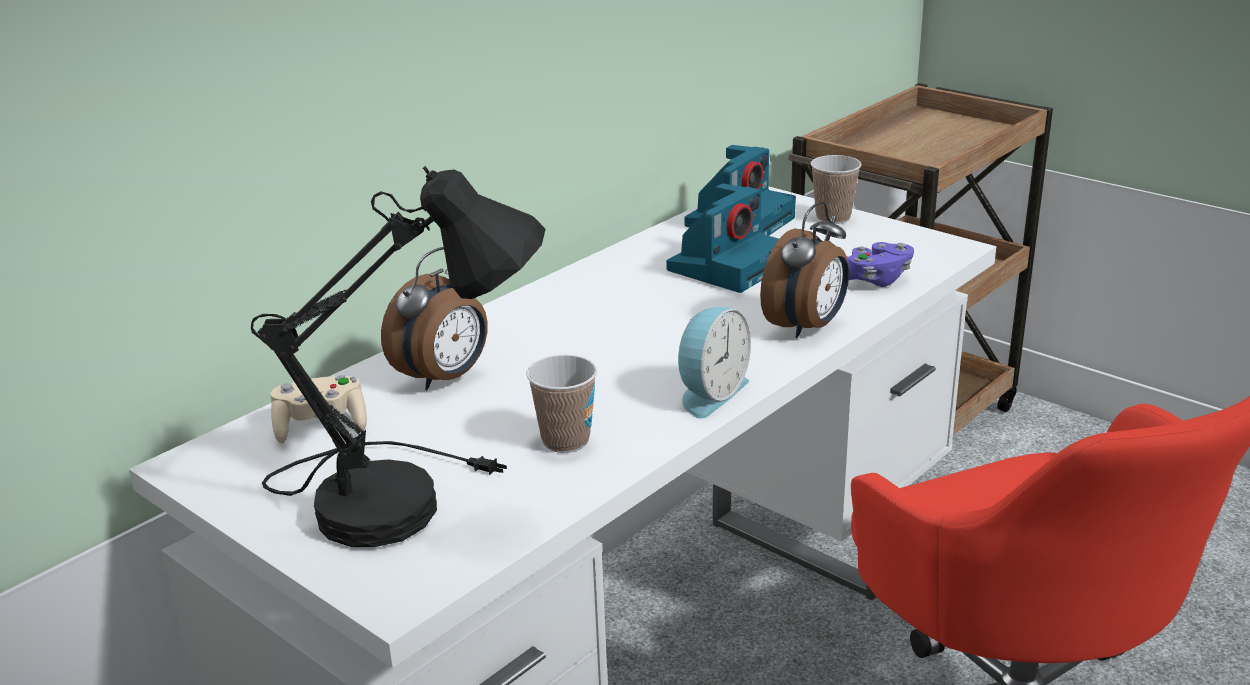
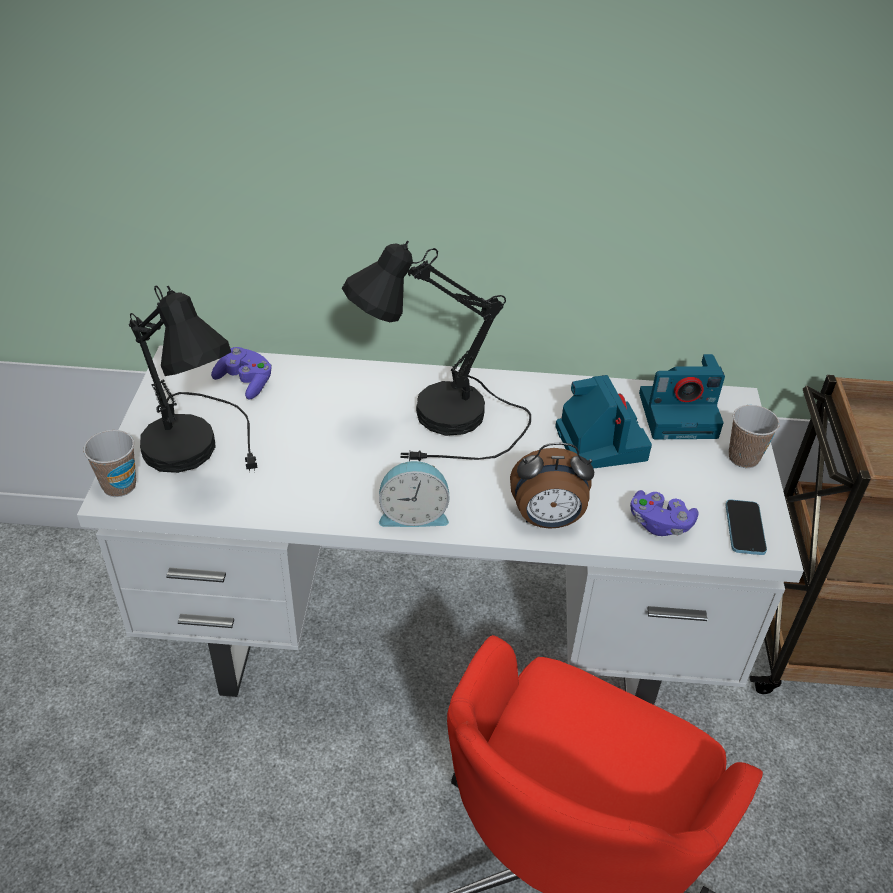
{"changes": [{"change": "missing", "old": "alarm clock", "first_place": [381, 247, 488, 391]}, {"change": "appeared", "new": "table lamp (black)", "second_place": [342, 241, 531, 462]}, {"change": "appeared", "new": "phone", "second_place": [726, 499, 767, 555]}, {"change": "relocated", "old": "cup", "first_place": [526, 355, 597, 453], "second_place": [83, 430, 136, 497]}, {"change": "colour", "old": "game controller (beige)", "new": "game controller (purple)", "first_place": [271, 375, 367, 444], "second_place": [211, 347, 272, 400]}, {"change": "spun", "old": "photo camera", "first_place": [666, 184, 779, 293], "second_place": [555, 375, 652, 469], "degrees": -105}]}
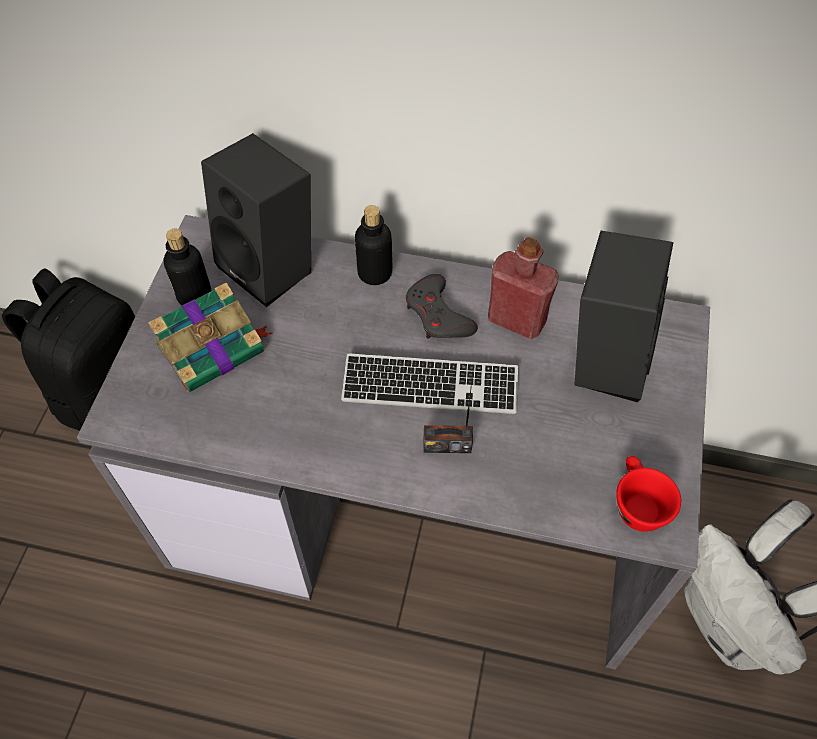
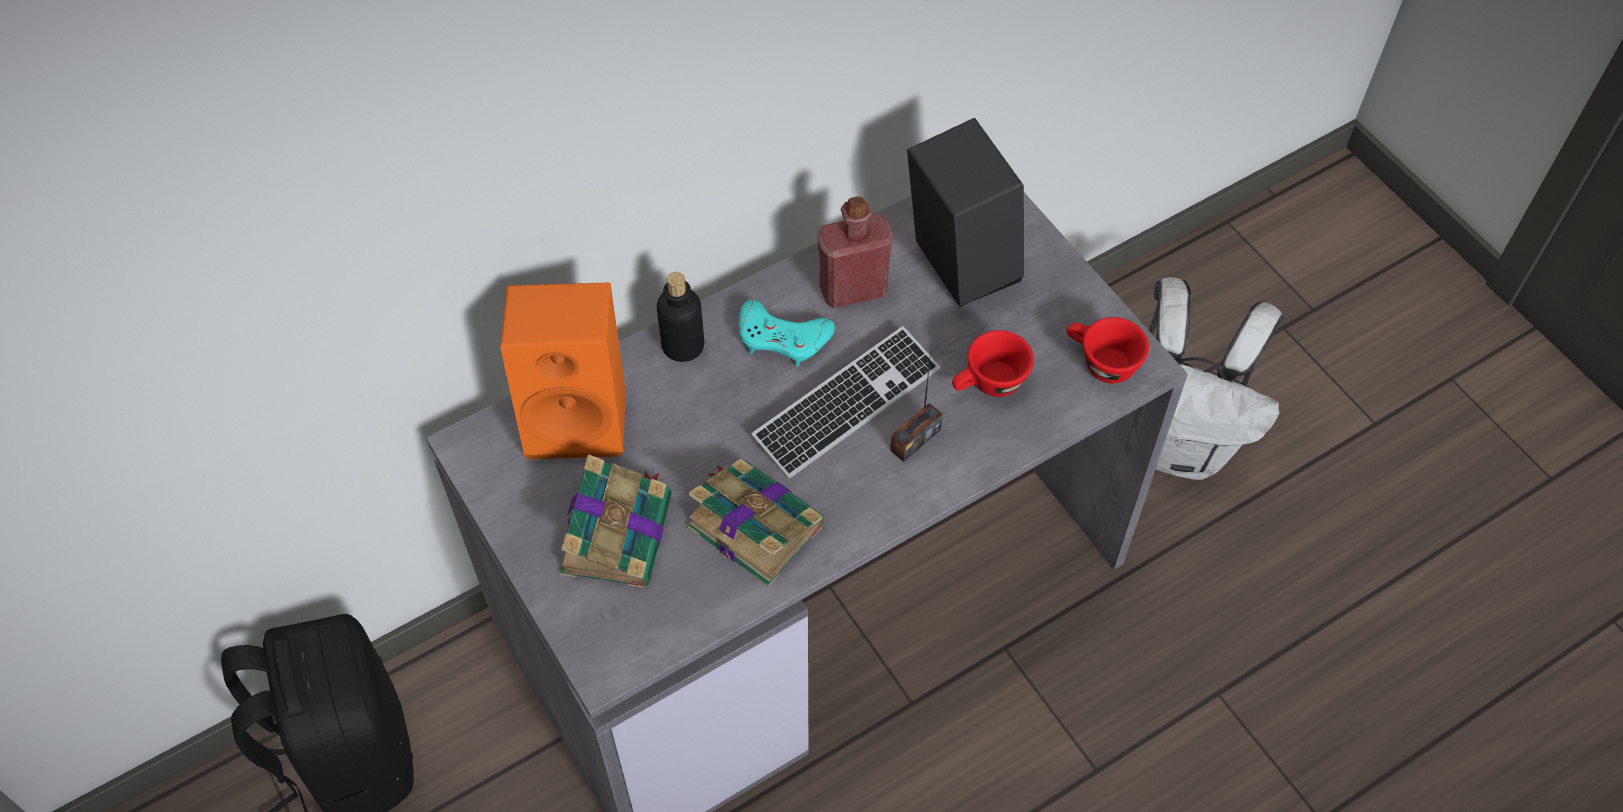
{"changes": [{"change": "missing", "old": "bottle", "first_place": [164, 229, 211, 305]}, {"change": "appeared", "new": "book", "second_place": [687, 459, 825, 587]}, {"change": "appeared", "new": "cup (red)", "second_place": [952, 330, 1034, 397]}, {"change": "colour", "old": "speaker (black)", "new": "speaker (orange)", "first_place": [201, 133, 311, 307], "second_place": [500, 282, 626, 459]}, {"change": "colour", "old": "game controller (grey)", "new": "game controller (turquoise)", "first_place": [406, 274, 478, 339], "second_place": [739, 300, 835, 366]}]}
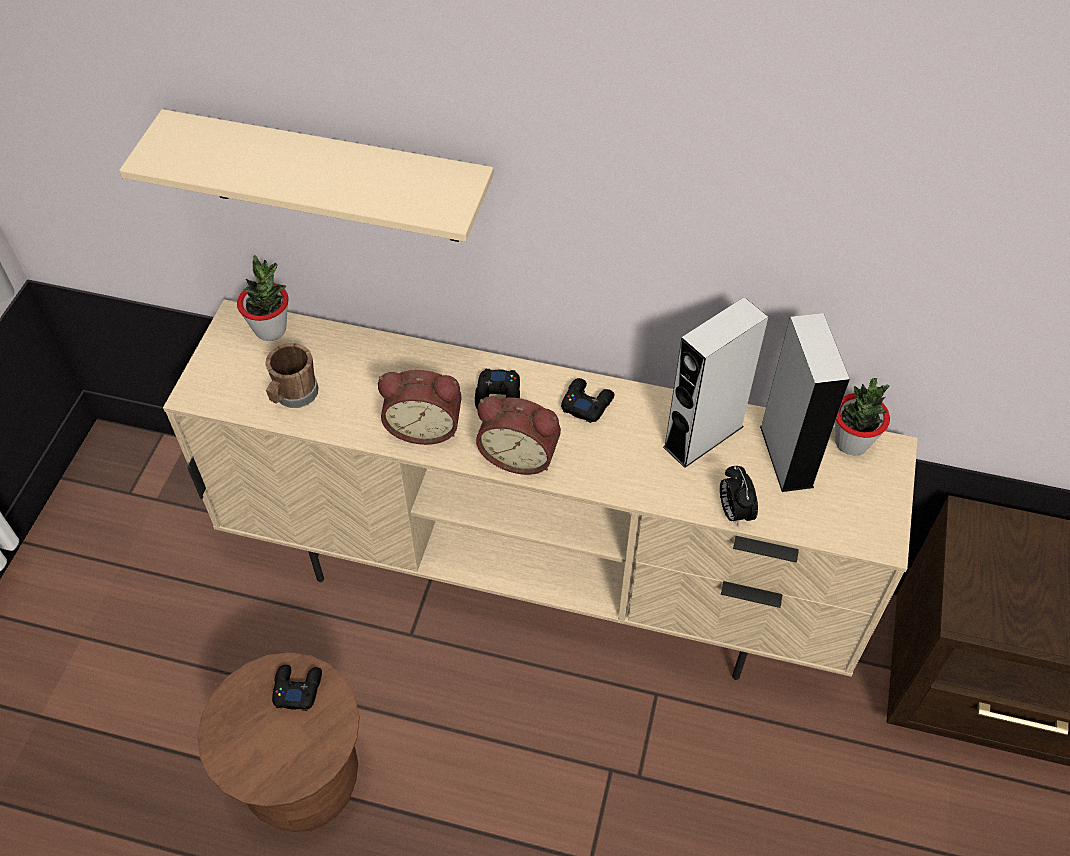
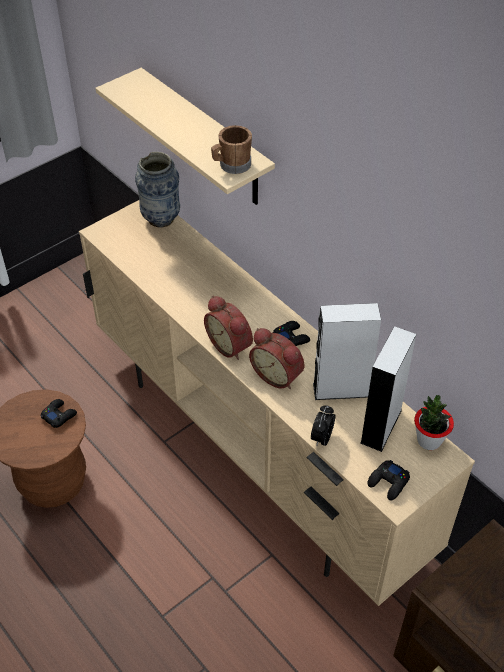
{"changes": [{"change": "relocated", "old": "mug (brown)", "first_place": [265, 343, 318, 408], "second_place": [211, 125, 252, 174]}, {"change": "relocated", "old": "alarm clock", "first_place": [378, 370, 461, 445], "second_place": [249, 328, 305, 389]}, {"change": "relocated", "old": "game controller (black)", "first_place": [475, 369, 520, 410], "second_place": [368, 460, 410, 501]}, {"change": "exchanged", "old": "potted plant", "new": "vase", "first_place": [237, 255, 289, 341], "second_place": [135, 152, 180, 228]}]}
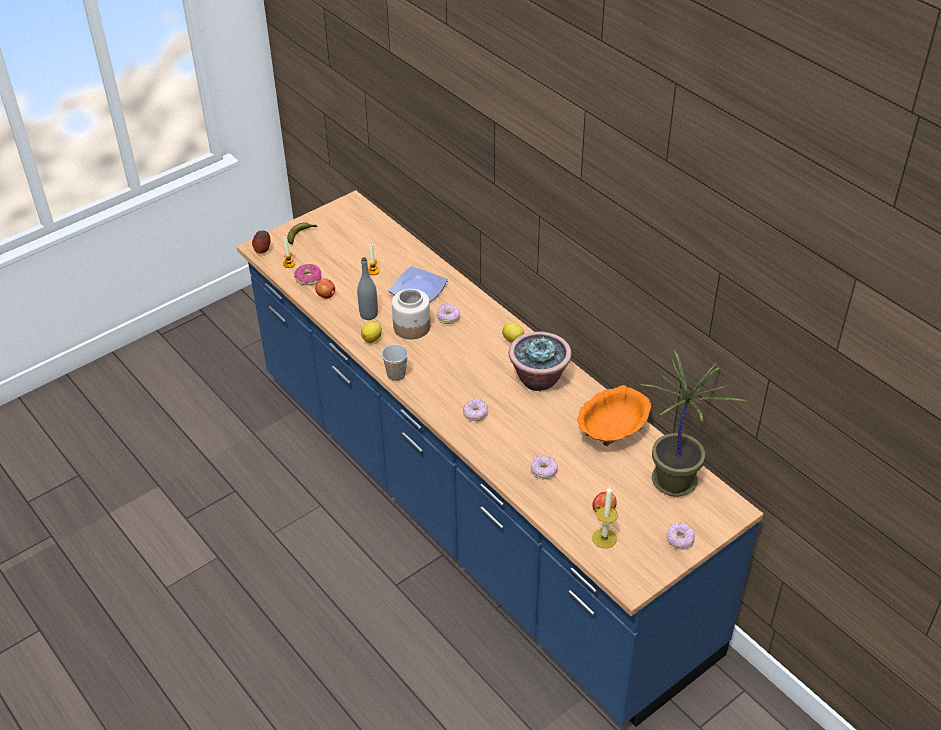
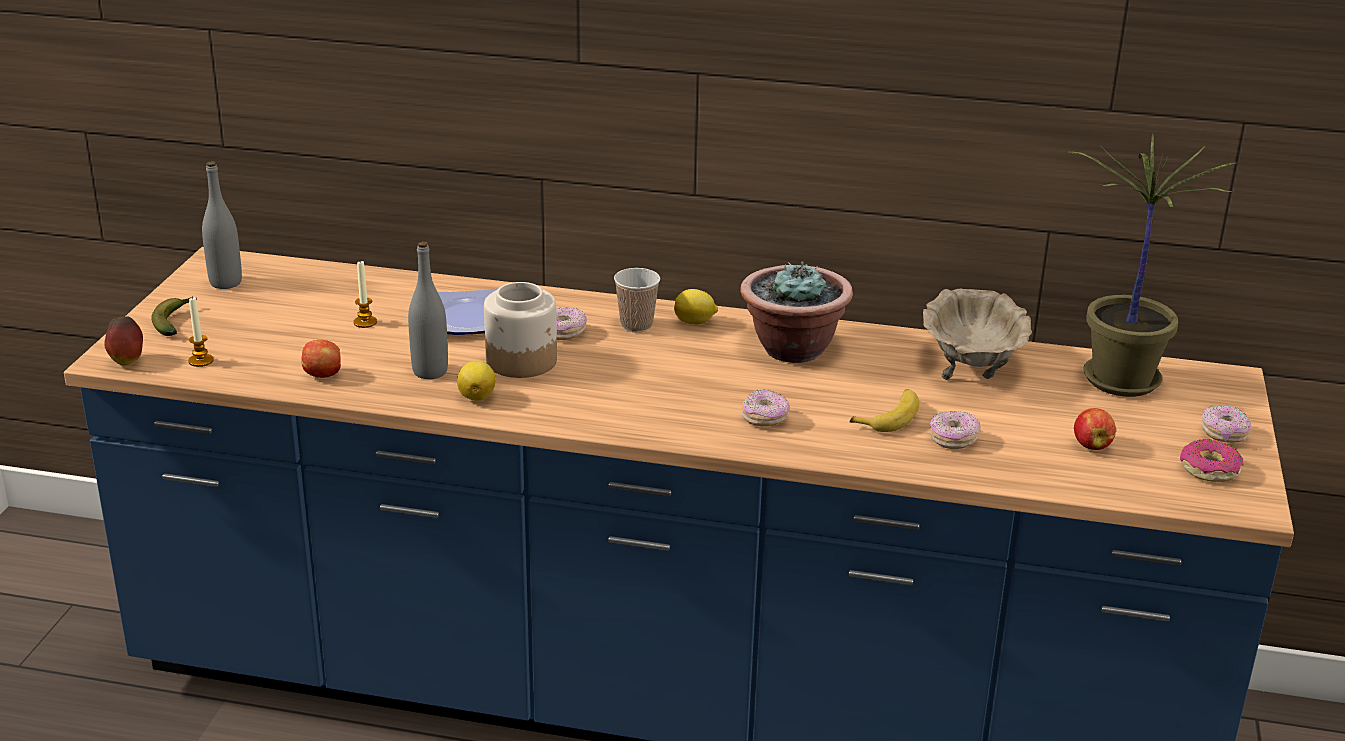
{"changes": [{"change": "missing", "old": "candle", "first_place": [592, 487, 618, 548]}, {"change": "appeared", "new": "bottle (grey)", "second_place": [202, 161, 242, 289]}, {"change": "appeared", "new": "banana", "second_place": [850, 389, 919, 432]}, {"change": "relocated", "old": "donut", "first_place": [294, 264, 321, 285], "second_place": [1180, 439, 1244, 482]}, {"change": "relocated", "old": "cup", "first_place": [382, 344, 408, 381], "second_place": [614, 268, 660, 333]}, {"change": "colour", "old": "bowl (orange)", "new": "bowl (beige)", "first_place": [577, 385, 651, 446], "second_place": [923, 289, 1032, 380]}]}
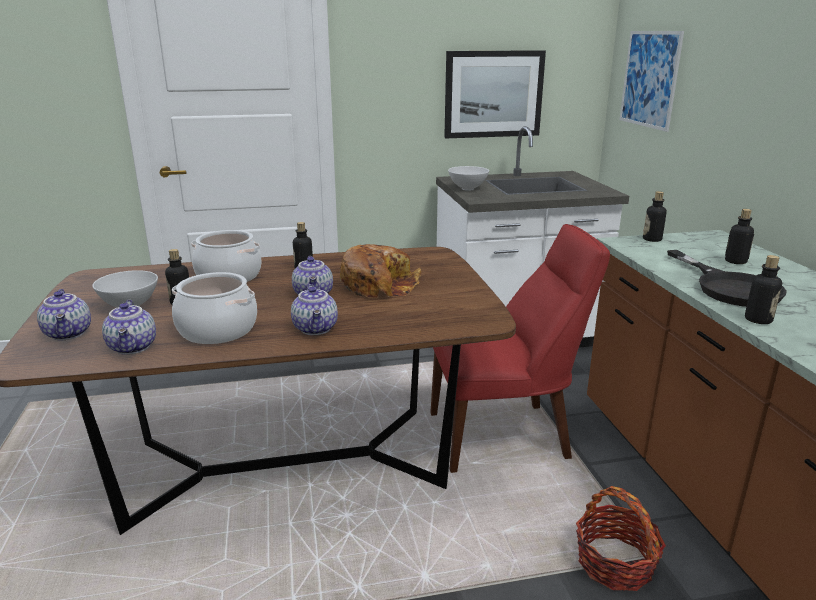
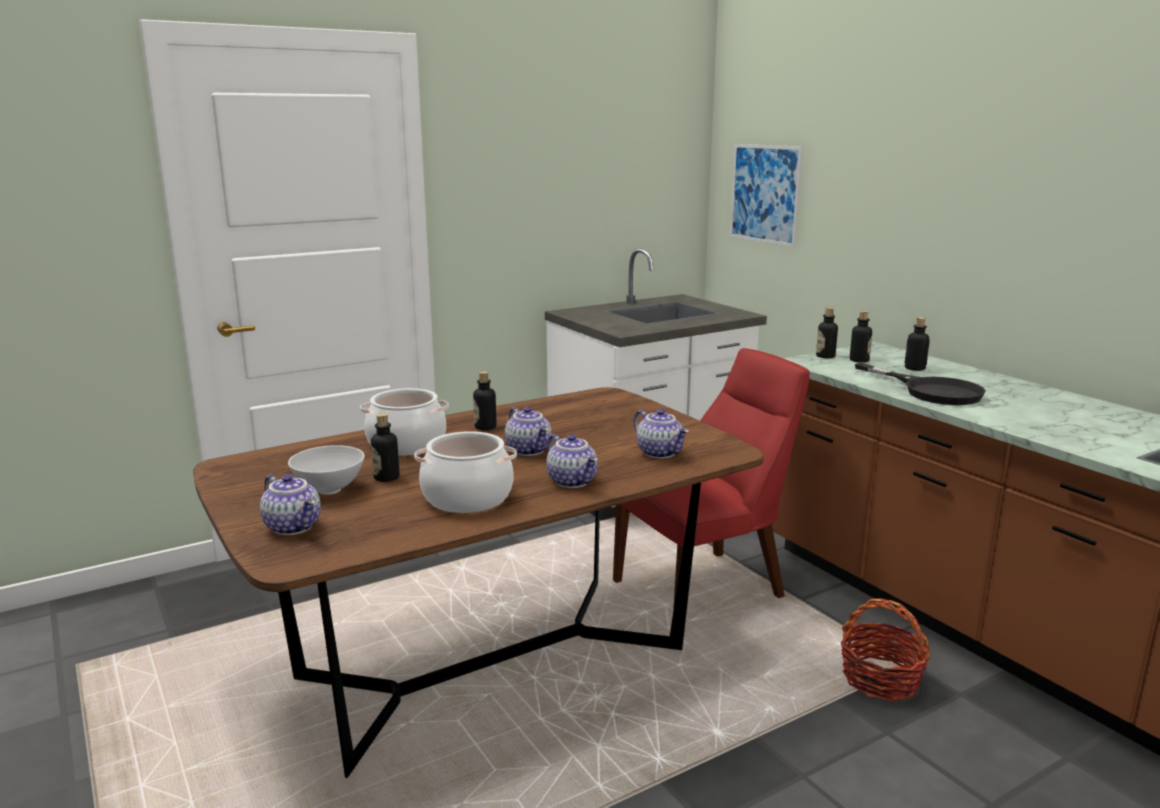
{"changes": [{"change": "missing", "old": "bread", "first_place": [340, 244, 421, 298]}, {"change": "missing", "old": "picture", "first_place": [444, 50, 546, 138]}, {"change": "missing", "old": "bowl (white)", "first_place": [448, 166, 489, 191]}, {"change": "relocated", "old": "teapot", "first_place": [102, 300, 156, 355], "second_place": [634, 409, 689, 459]}, {"change": "relocated", "old": "bottle", "first_place": [745, 255, 782, 324], "second_place": [850, 311, 872, 363]}]}
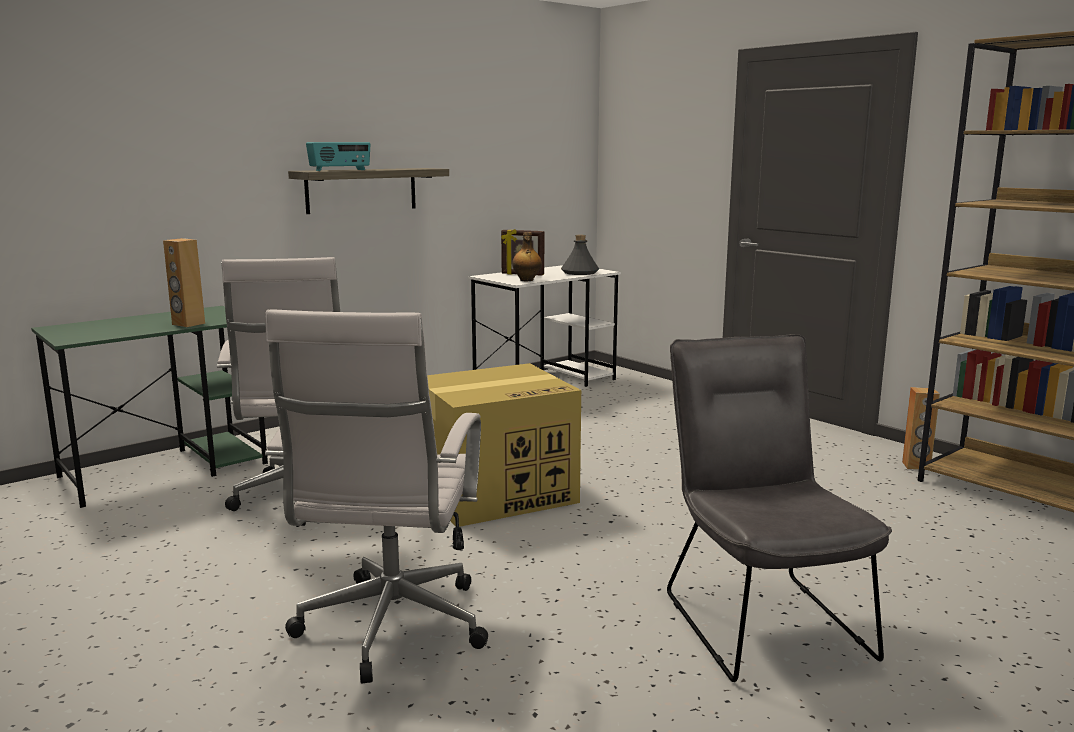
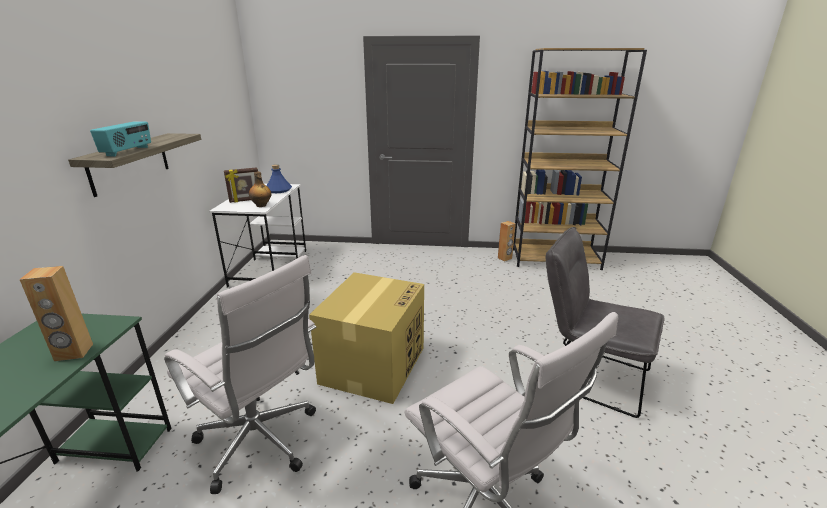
{"changes": [{"change": "colour", "old": "bottle (grey)", "new": "bottle (blue)", "first_place": [561, 235, 599, 275], "second_place": [267, 164, 292, 193]}]}
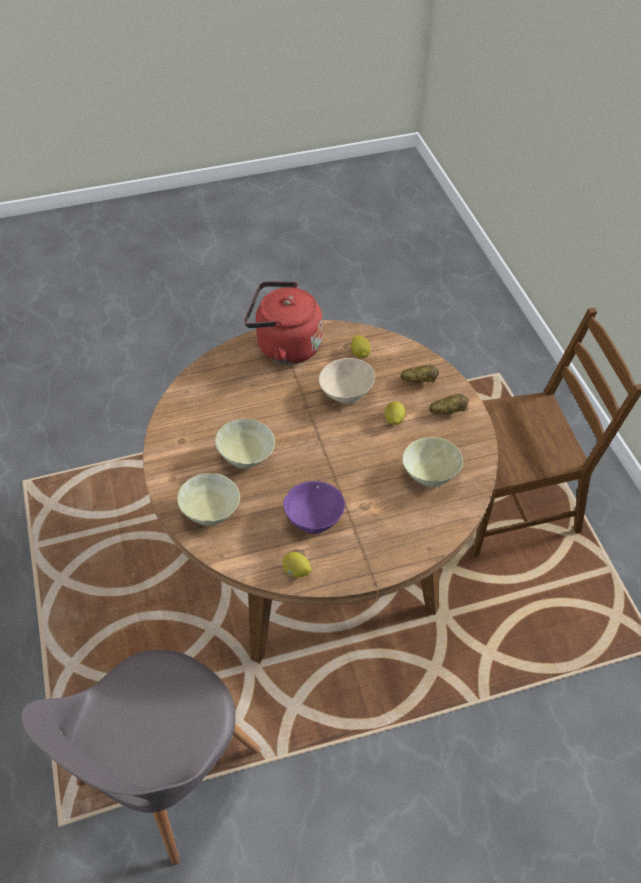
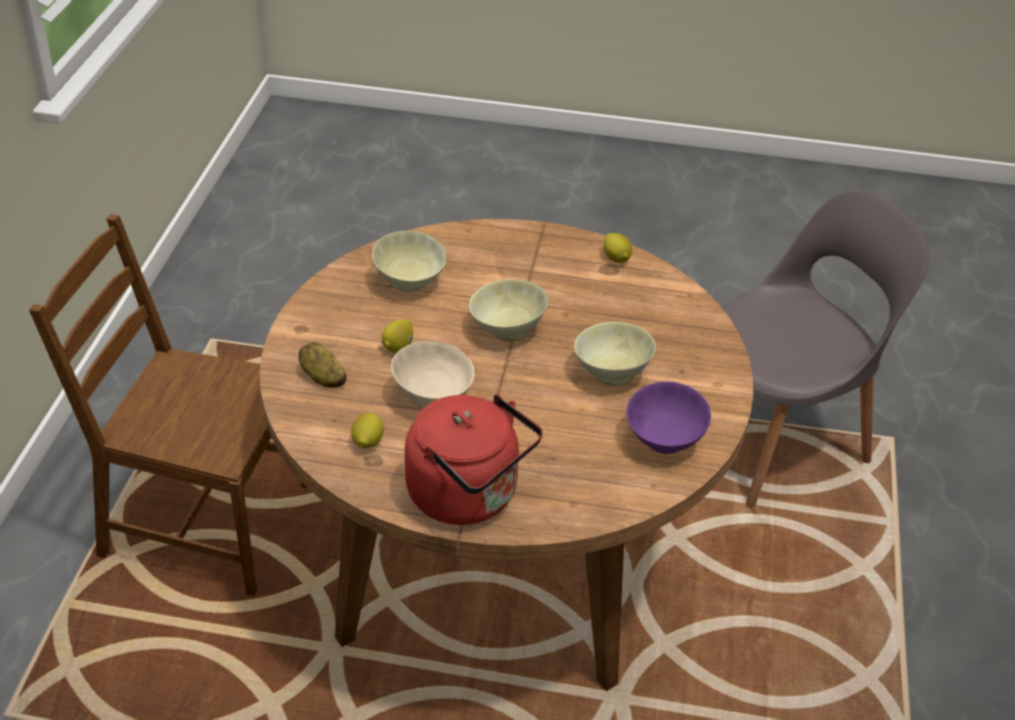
{"changes": [{"change": "missing", "old": "potato", "first_place": [430, 394, 469, 414]}, {"change": "relocated", "old": "bowl (beige)", "first_place": [177, 473, 240, 526], "second_place": [469, 279, 548, 341]}, {"change": "relocated", "old": "bowl (purple)", "first_place": [283, 481, 345, 534], "second_place": [626, 381, 711, 454]}]}
